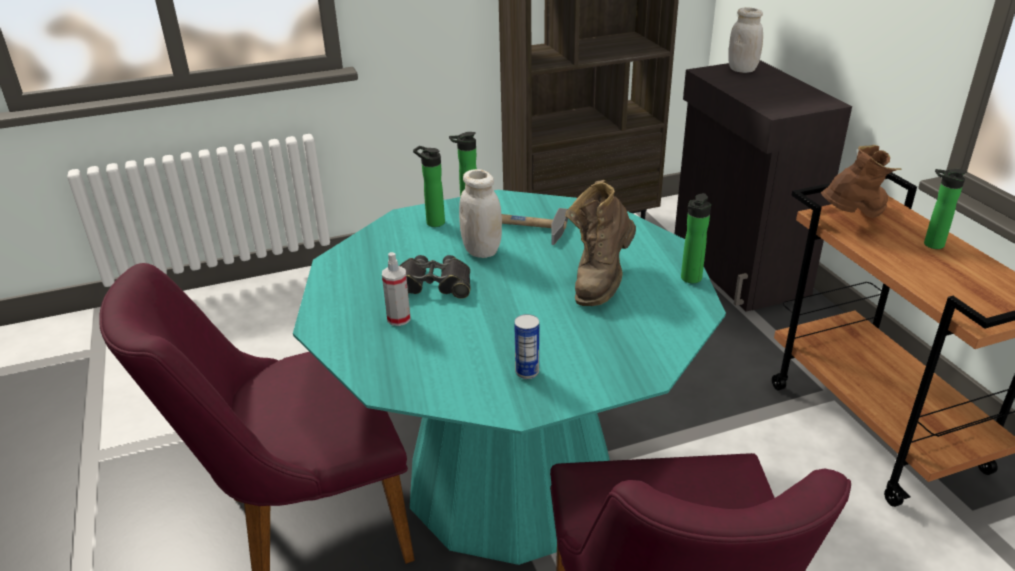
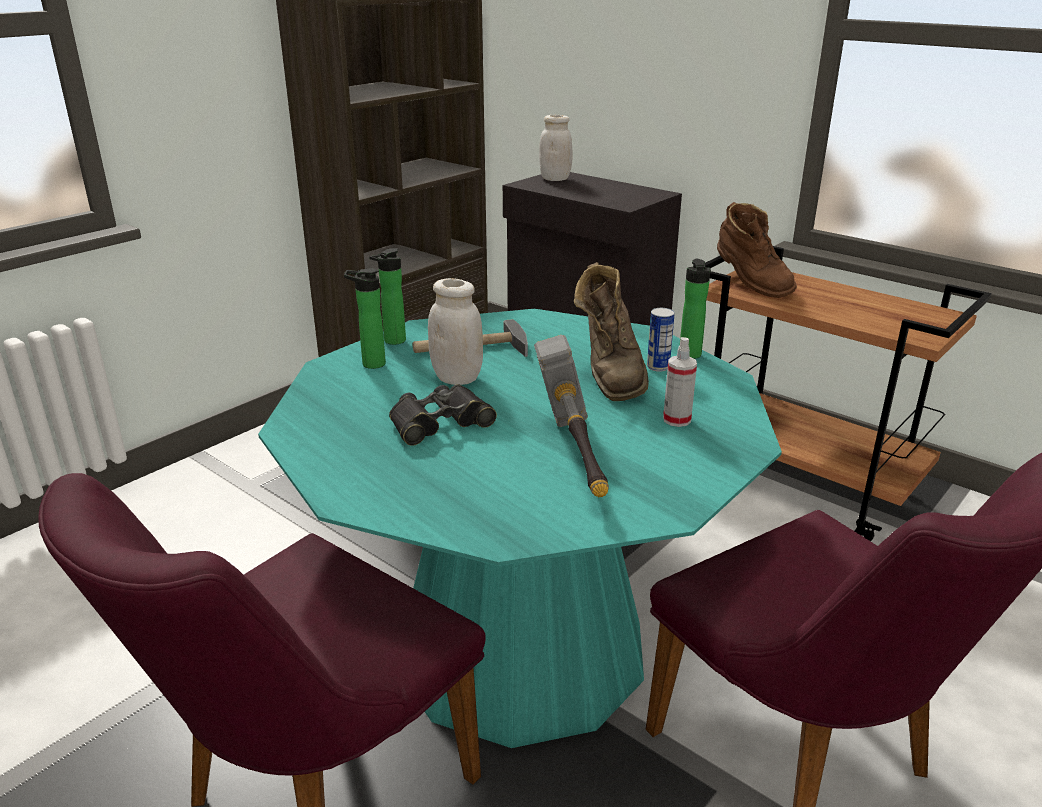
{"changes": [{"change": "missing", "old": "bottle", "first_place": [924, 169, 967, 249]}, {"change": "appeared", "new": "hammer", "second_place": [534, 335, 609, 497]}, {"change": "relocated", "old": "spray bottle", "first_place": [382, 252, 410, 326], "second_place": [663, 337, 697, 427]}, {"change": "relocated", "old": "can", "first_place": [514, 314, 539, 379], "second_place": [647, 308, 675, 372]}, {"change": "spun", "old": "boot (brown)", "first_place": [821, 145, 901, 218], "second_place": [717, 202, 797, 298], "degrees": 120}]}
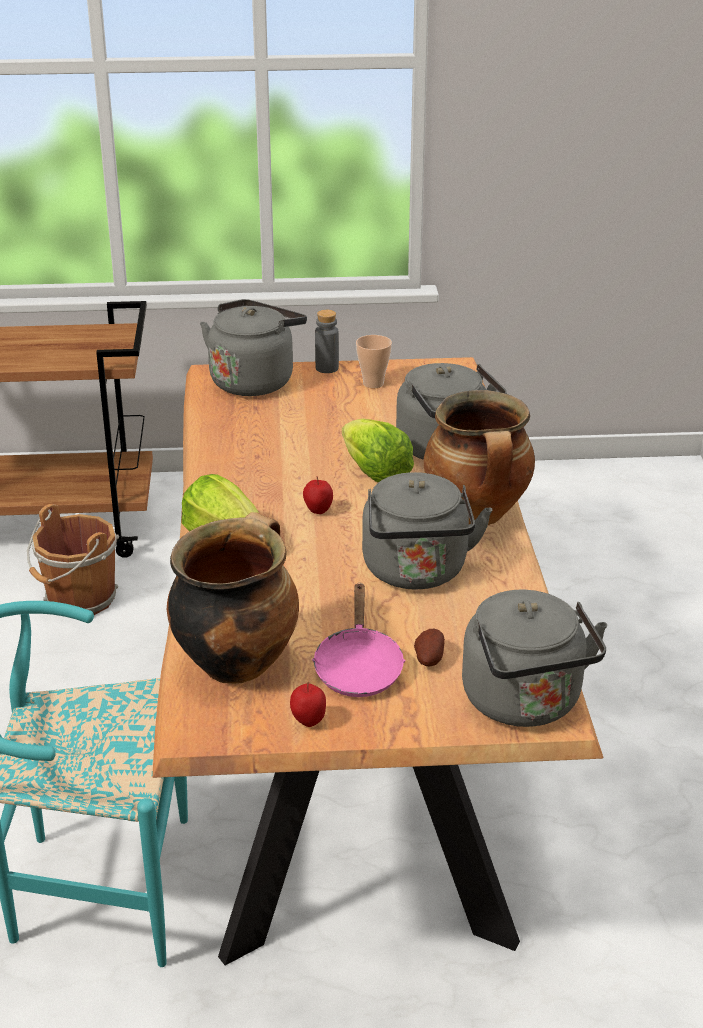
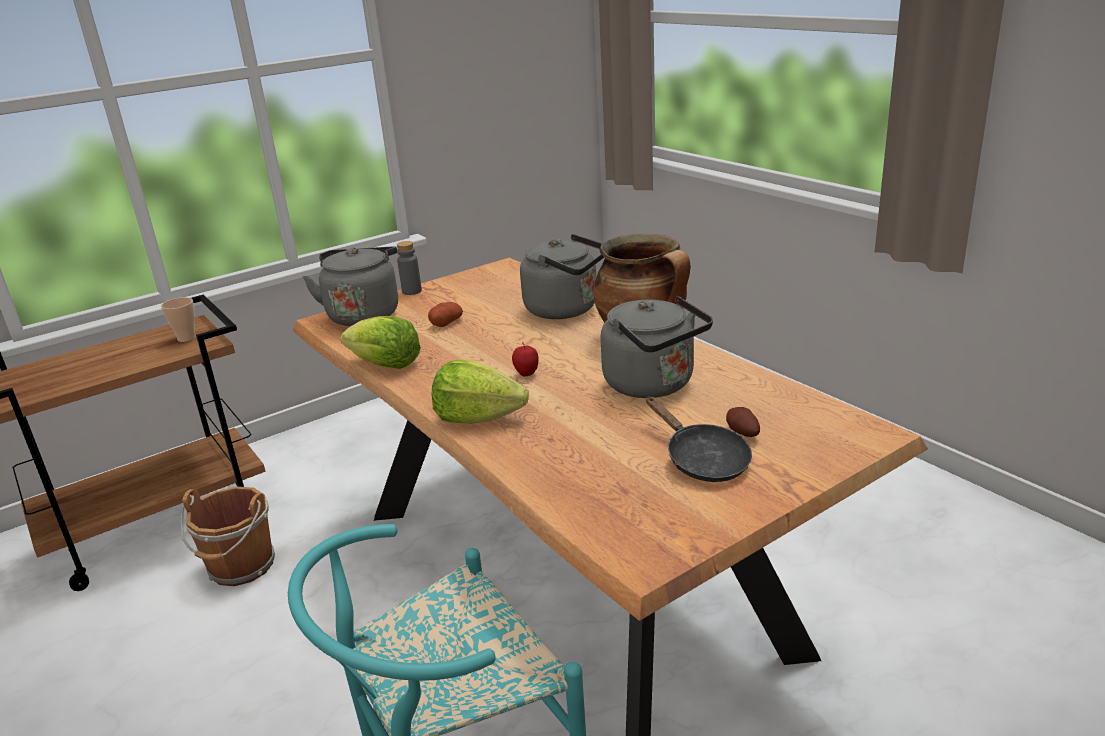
{"changes": [{"change": "missing", "old": "cooking pot", "first_place": [167, 512, 299, 684]}, {"change": "missing", "old": "apple", "first_place": [290, 682, 326, 727]}, {"change": "missing", "old": "kettle (grey)", "first_place": [462, 590, 607, 727]}, {"change": "appeared", "new": "potato", "second_place": [428, 302, 463, 327]}, {"change": "relocated", "old": "lettuce", "first_place": [342, 418, 414, 483], "second_place": [340, 316, 421, 369]}, {"change": "relocated", "old": "cup", "first_place": [356, 335, 392, 388], "second_place": [161, 297, 196, 342]}, {"change": "colour", "old": "frying pan (pink)", "new": "frying pan (black)", "first_place": [312, 583, 405, 697], "second_place": [646, 397, 752, 482]}]}
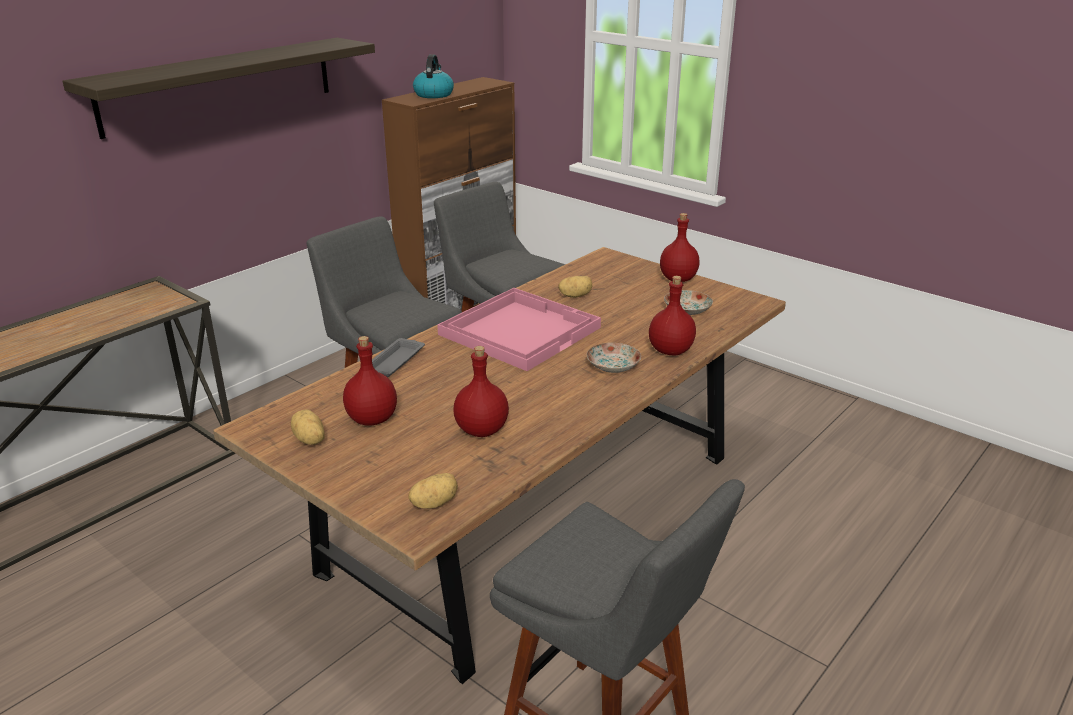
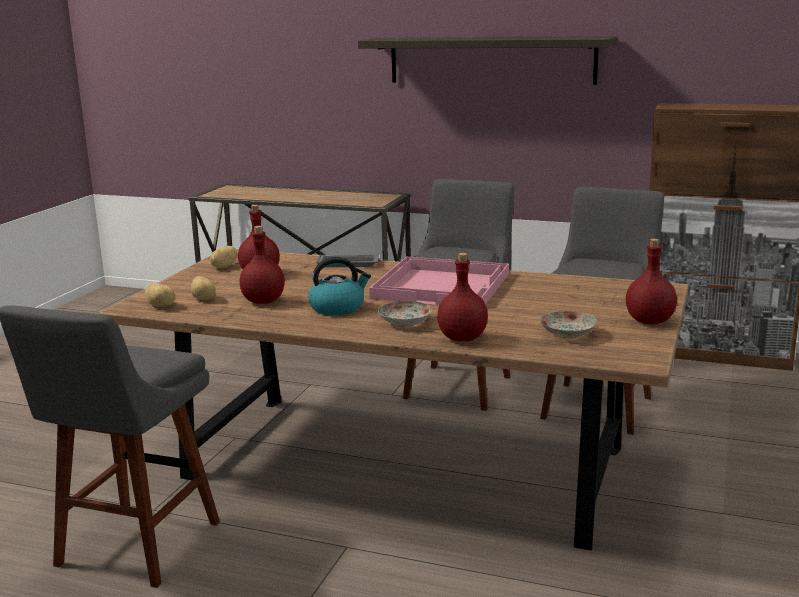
{"changes": [{"change": "relocated", "old": "kettle", "first_place": [413, 54, 454, 98], "second_place": [308, 257, 371, 316]}, {"change": "relocated", "old": "potato", "first_place": [558, 276, 592, 298], "second_place": [191, 276, 216, 300]}]}
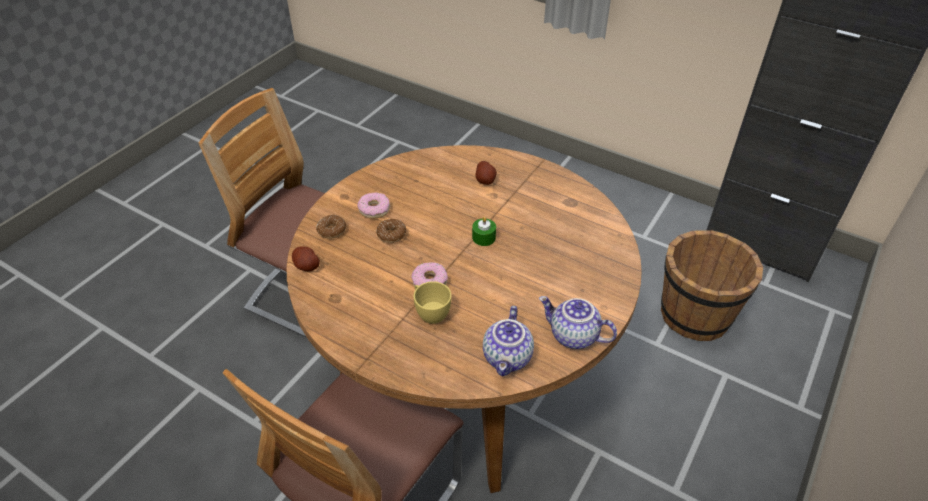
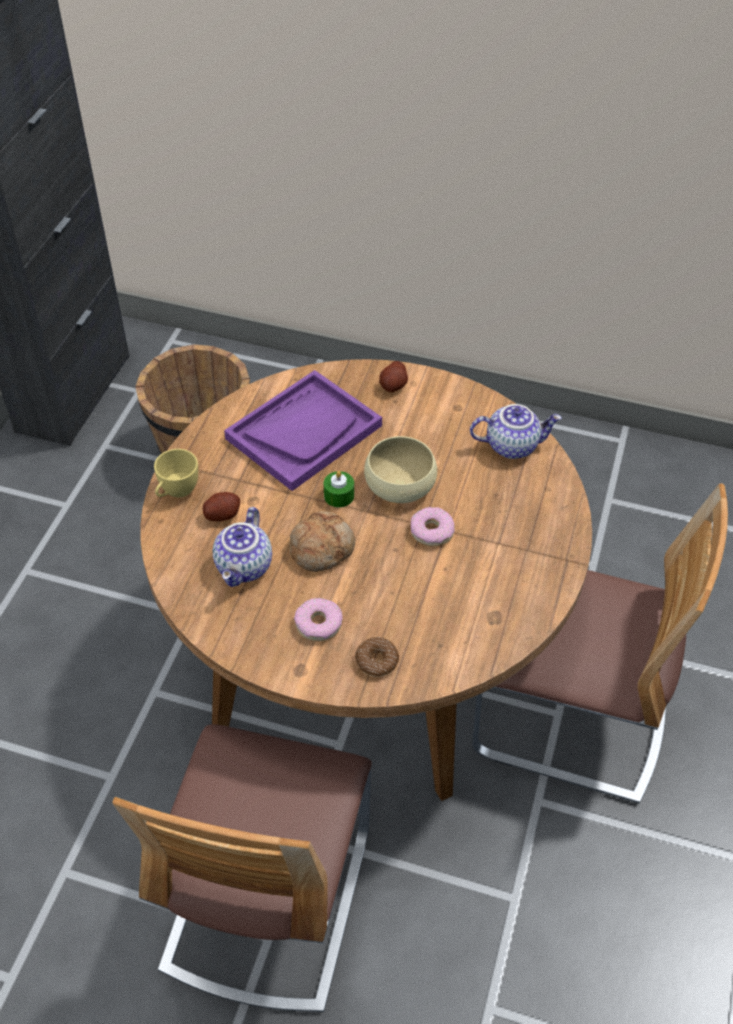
{"changes": [{"change": "missing", "old": "donut", "first_place": [376, 219, 406, 243]}, {"change": "appeared", "new": "tray (purple)", "second_place": [224, 370, 382, 491]}, {"change": "appeared", "new": "bread", "second_place": [289, 511, 355, 572]}, {"change": "appeared", "new": "bowl (beige)", "second_place": [364, 436, 437, 503]}, {"change": "relocated", "old": "potato", "first_place": [292, 246, 320, 271], "second_place": [379, 361, 408, 392]}, {"change": "relocated", "old": "cup (yellow)", "first_place": [413, 281, 451, 324], "second_place": [154, 449, 198, 497]}, {"change": "relocated", "old": "teapot", "first_place": [539, 296, 617, 349], "second_place": [213, 507, 272, 587]}]}
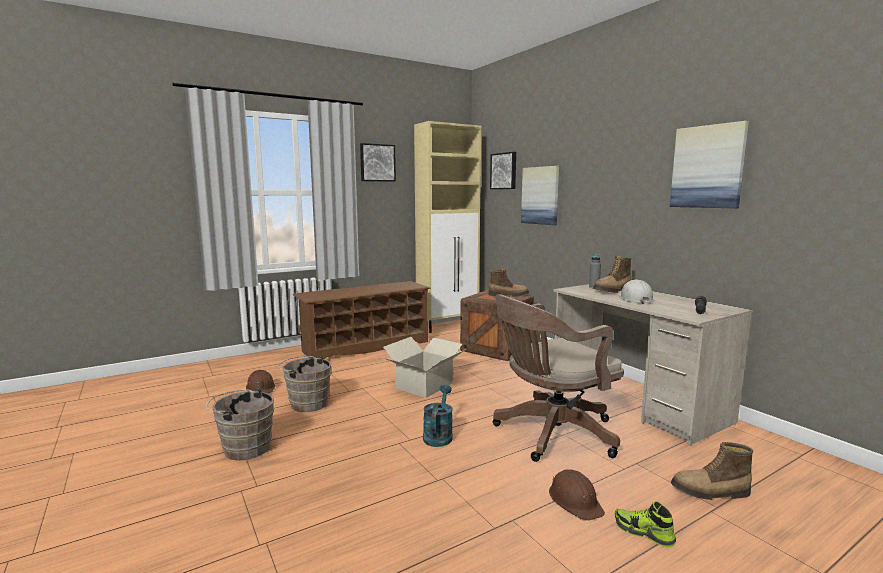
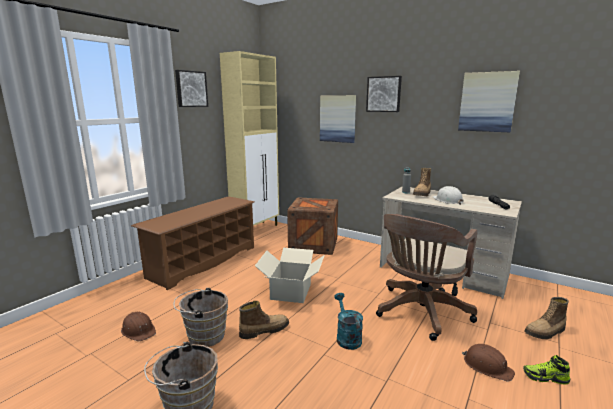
{"changes": [{"change": "relocated", "old": "boot", "first_place": [488, 269, 529, 297], "second_place": [239, 301, 289, 339]}, {"change": "relocated", "old": "picture", "first_place": [490, 152, 516, 189], "second_place": [366, 76, 402, 112]}]}
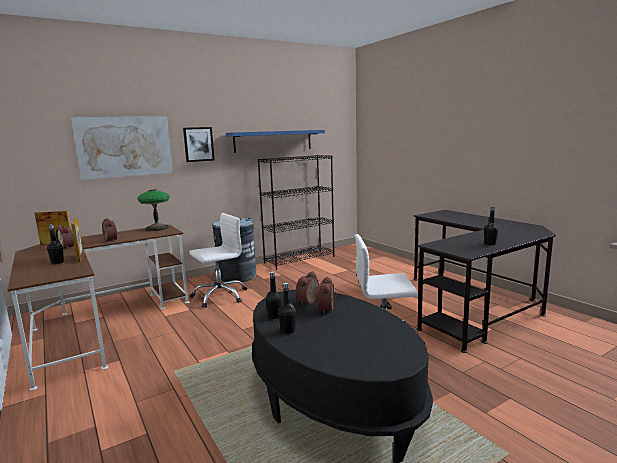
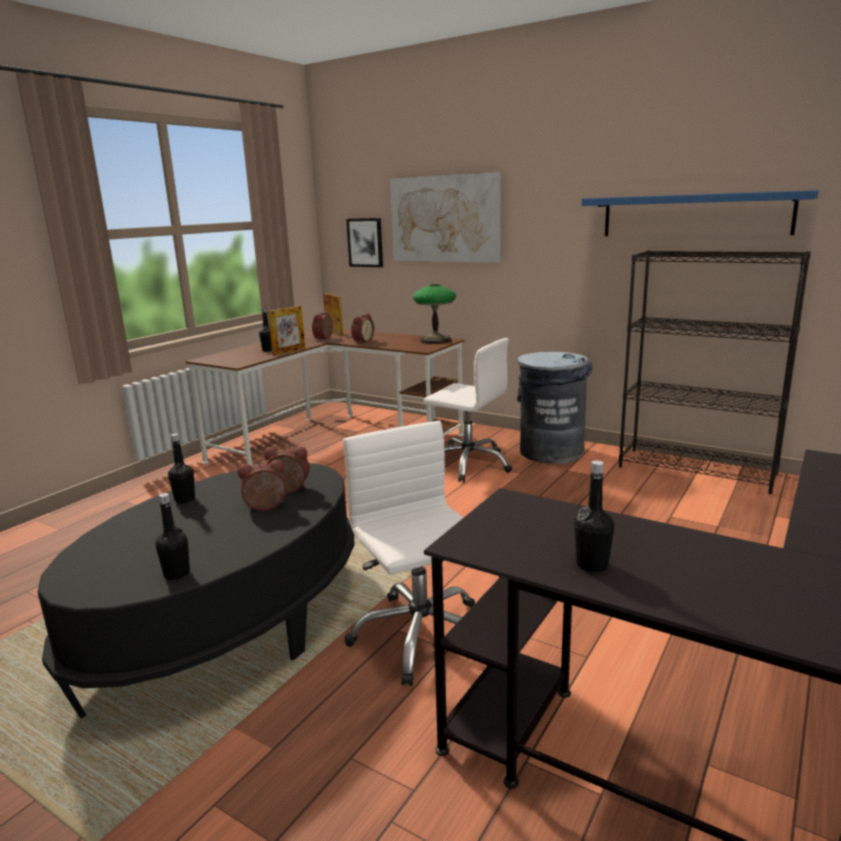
{"changes": [{"change": "relocated", "old": "picture", "first_place": [183, 127, 214, 162], "second_place": [346, 218, 383, 267]}, {"change": "relocated", "old": "bottle (black)", "first_place": [266, 271, 282, 319], "second_place": [156, 493, 190, 580]}]}
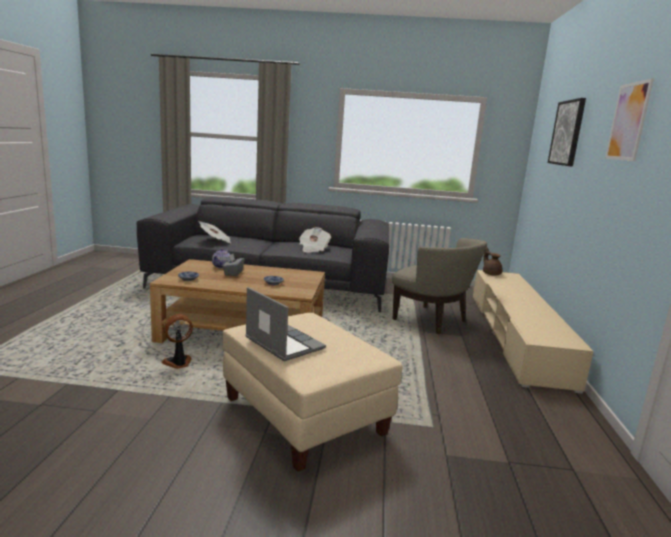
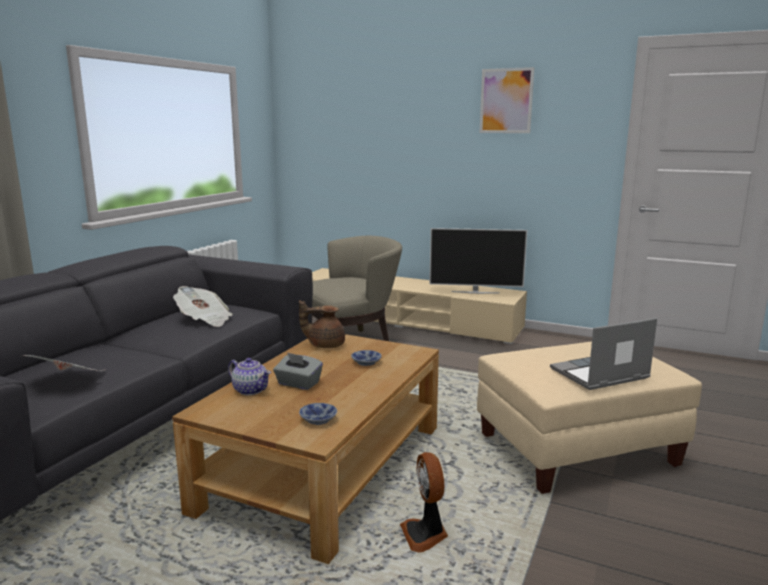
{"changes": [{"change": "missing", "old": "picture", "first_place": [548, 98, 586, 167]}, {"change": "appeared", "new": "television", "second_place": [429, 228, 527, 294]}, {"change": "relocated", "old": "teapot (brown)", "first_place": [483, 247, 503, 276], "second_place": [299, 300, 345, 348]}]}
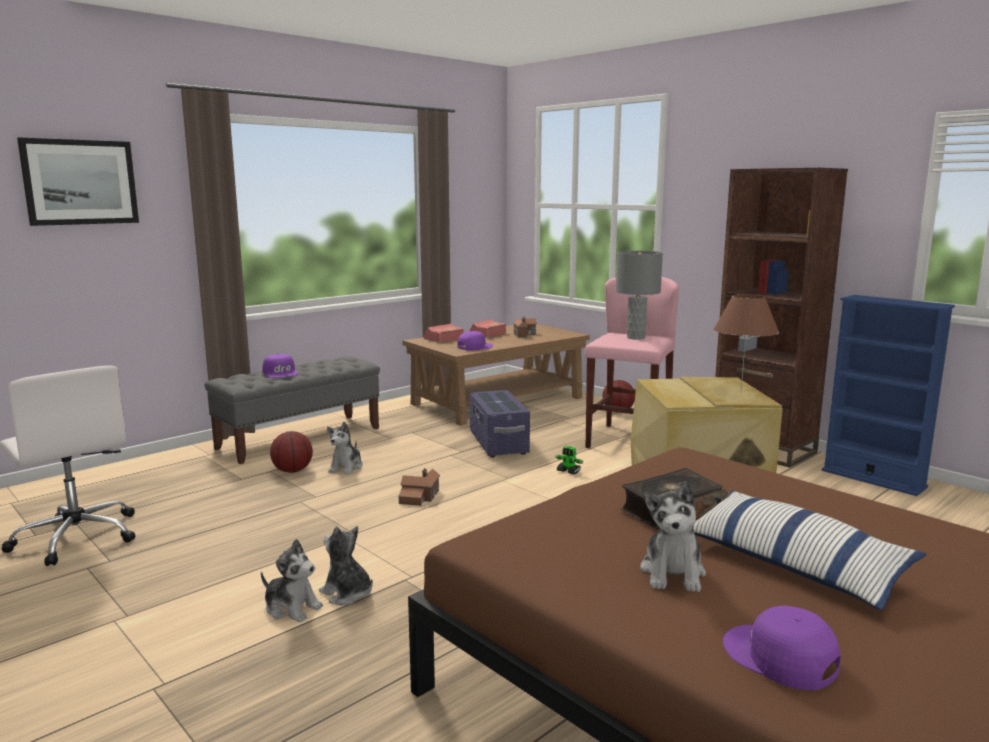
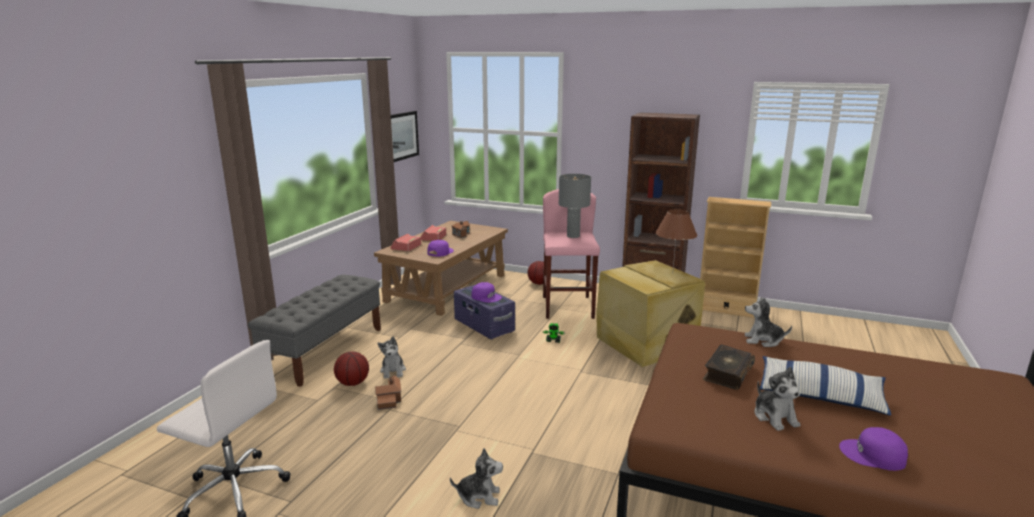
{"changes": [{"change": "relocated", "old": "picture", "first_place": [17, 137, 139, 226], "second_place": [391, 111, 419, 162]}, {"change": "relocated", "old": "cap (purple)", "first_place": [262, 354, 298, 378], "second_place": [471, 282, 502, 303]}, {"change": "relocated", "old": "plush toy", "first_place": [319, 526, 373, 605], "second_place": [745, 297, 792, 347]}, {"change": "relocated", "old": "toy house", "first_place": [399, 468, 440, 506], "second_place": [375, 375, 401, 410]}, {"change": "colour", "old": "bookcase (blue)", "new": "bookcase (beige)", "first_place": [822, 295, 955, 496], "second_place": [700, 197, 771, 318]}]}
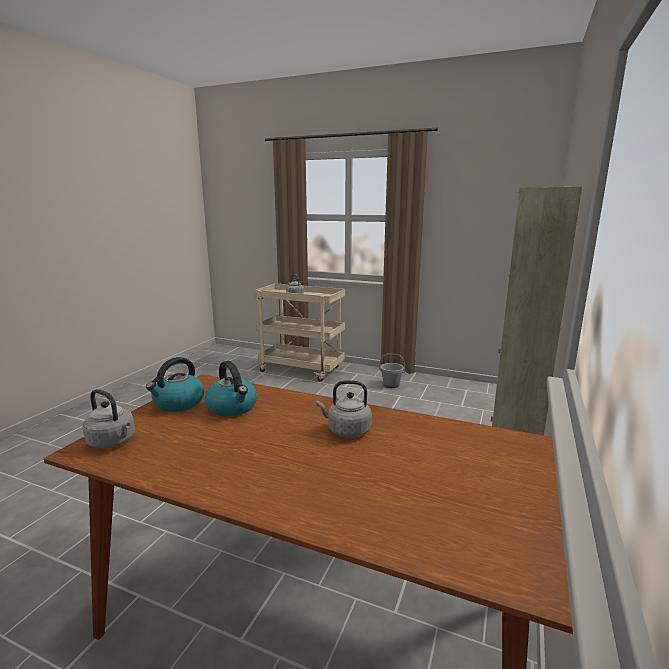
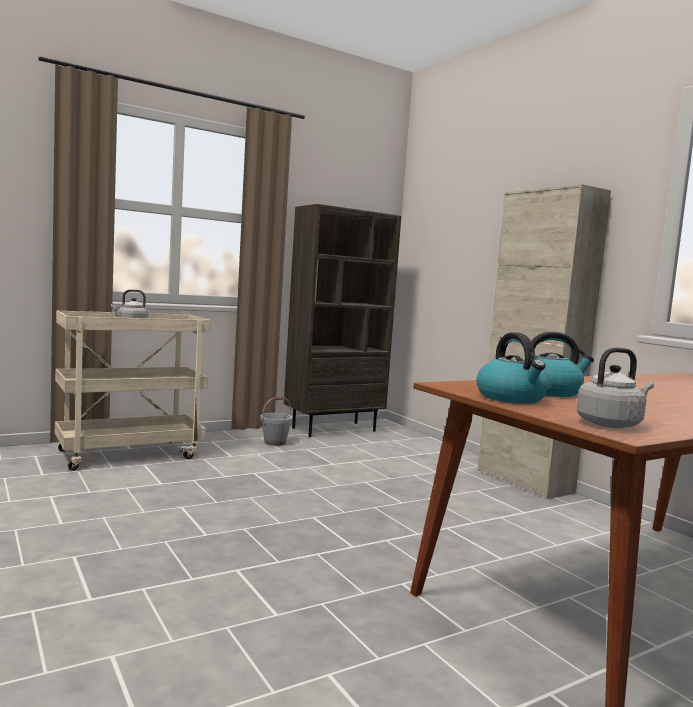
{"changes": [{"change": "missing", "old": "kettle (grey)", "first_place": [317, 380, 372, 438]}, {"change": "appeared", "new": "bookcase (brown)", "second_place": [284, 204, 401, 437]}]}
